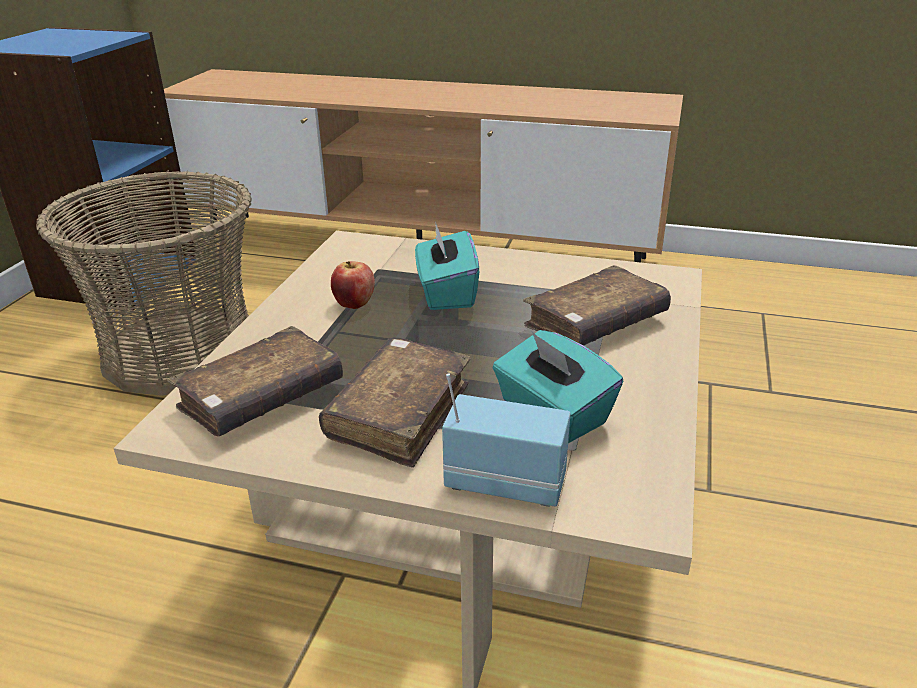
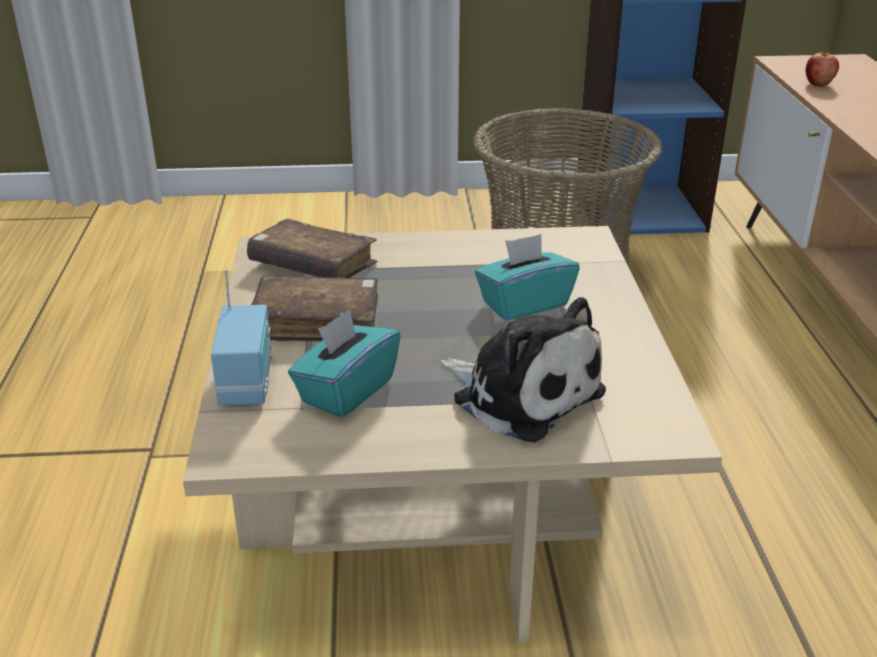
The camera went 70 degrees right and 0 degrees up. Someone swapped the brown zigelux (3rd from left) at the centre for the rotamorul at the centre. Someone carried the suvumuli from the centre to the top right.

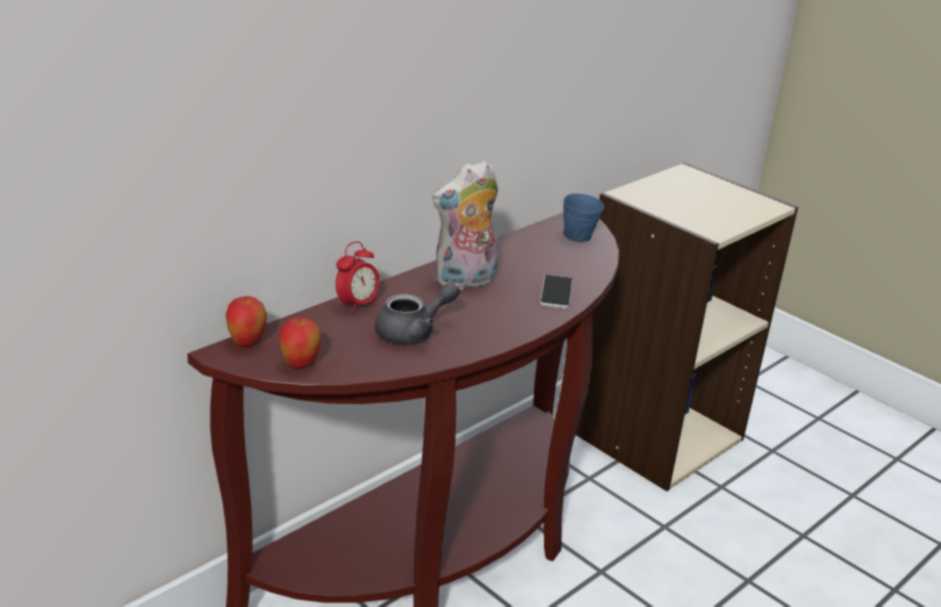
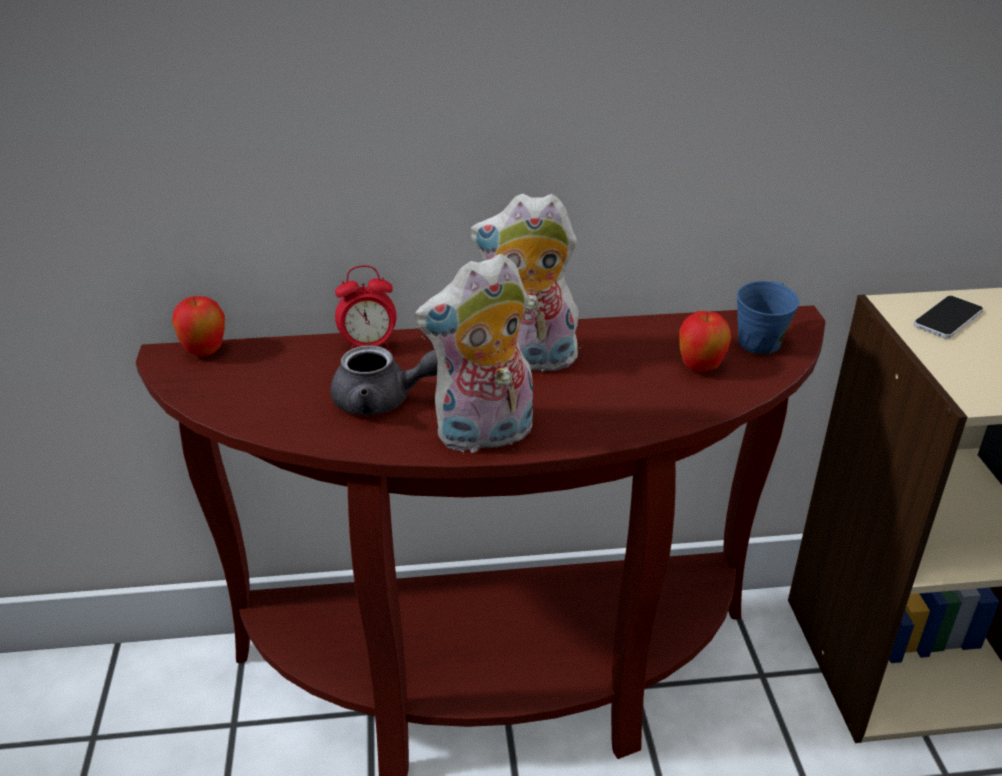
The camera went 40 degrees right and 5 degrees up. Someone put down the rotamorul (1st from left) at the centre. Someone carried the suvumuli (2nd from left) from the middle left to the middle right. Someone carried the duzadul from the centre to the middle right.

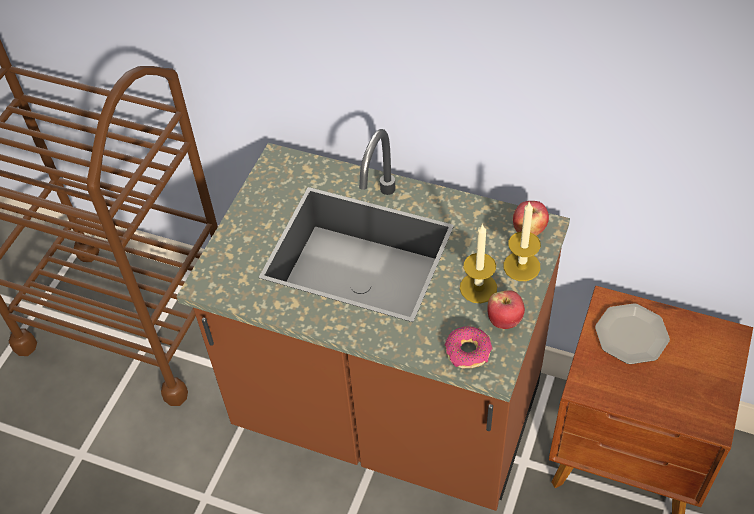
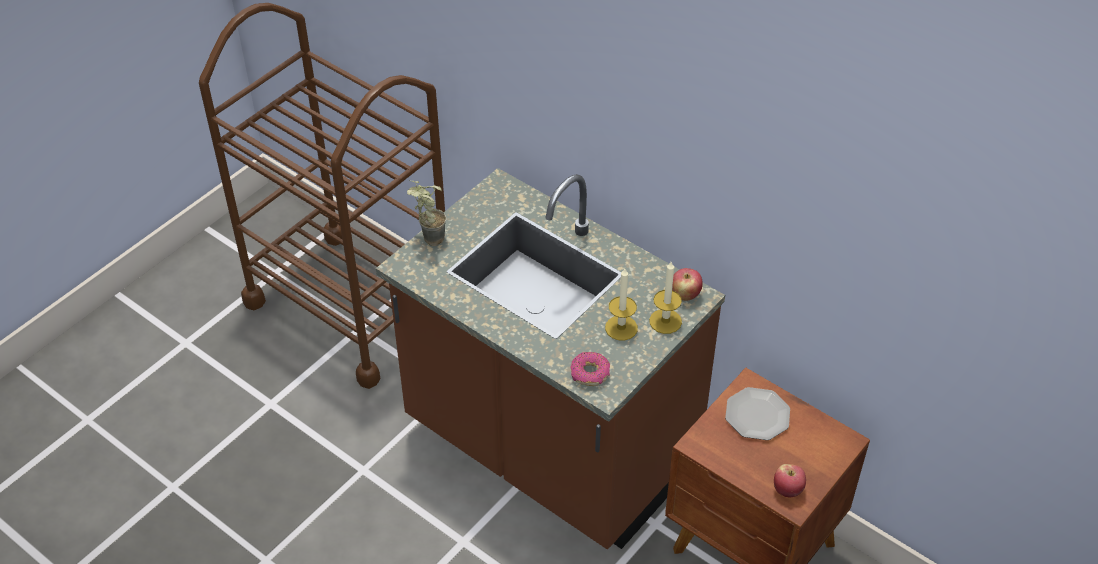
The camera went 15 degrees right and 5 degrees down. Someone put down the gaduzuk at the centre. Someone carried the suvumuli (1st from left in the first image) from the middle right to the bottom right.

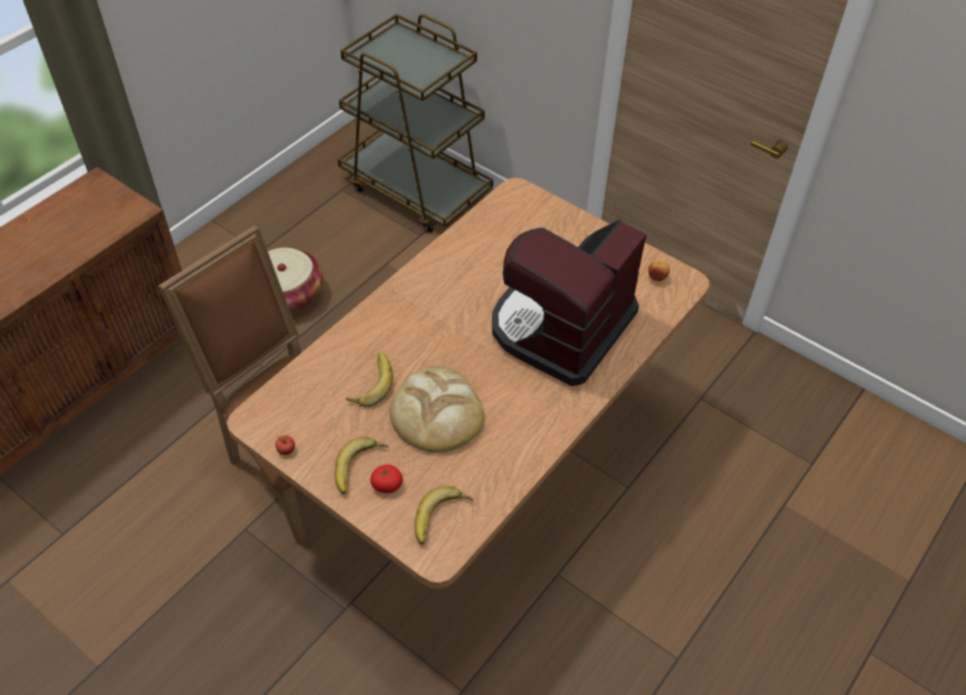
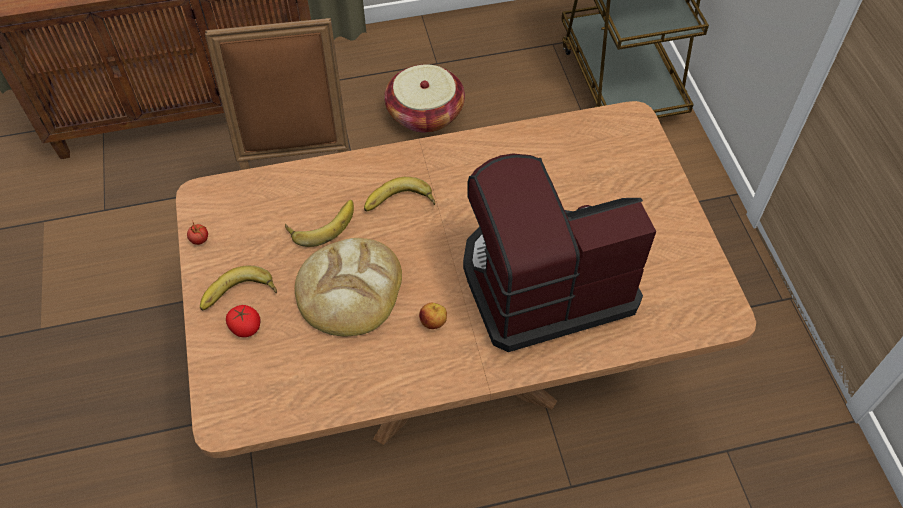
The camera went 40 degrees right and 5 degrees up. Someone carried the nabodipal (3rd from left) from the bottom centre to the centre. Someone carried the suvumuli from the middle right to the centre.

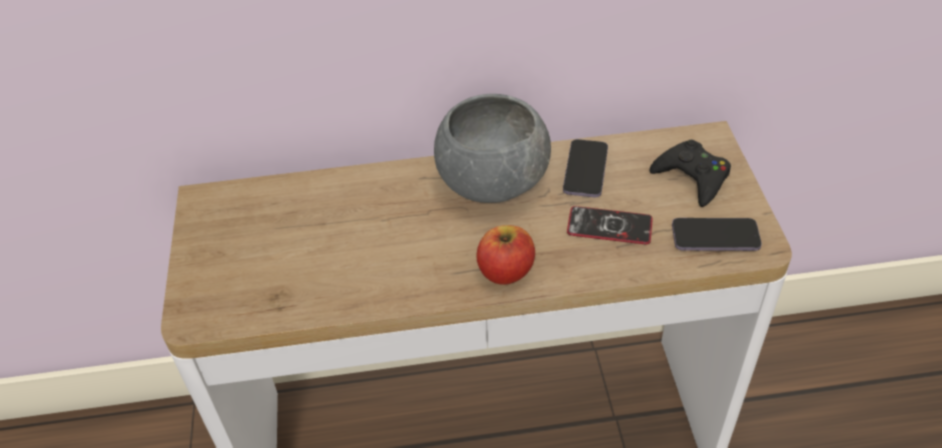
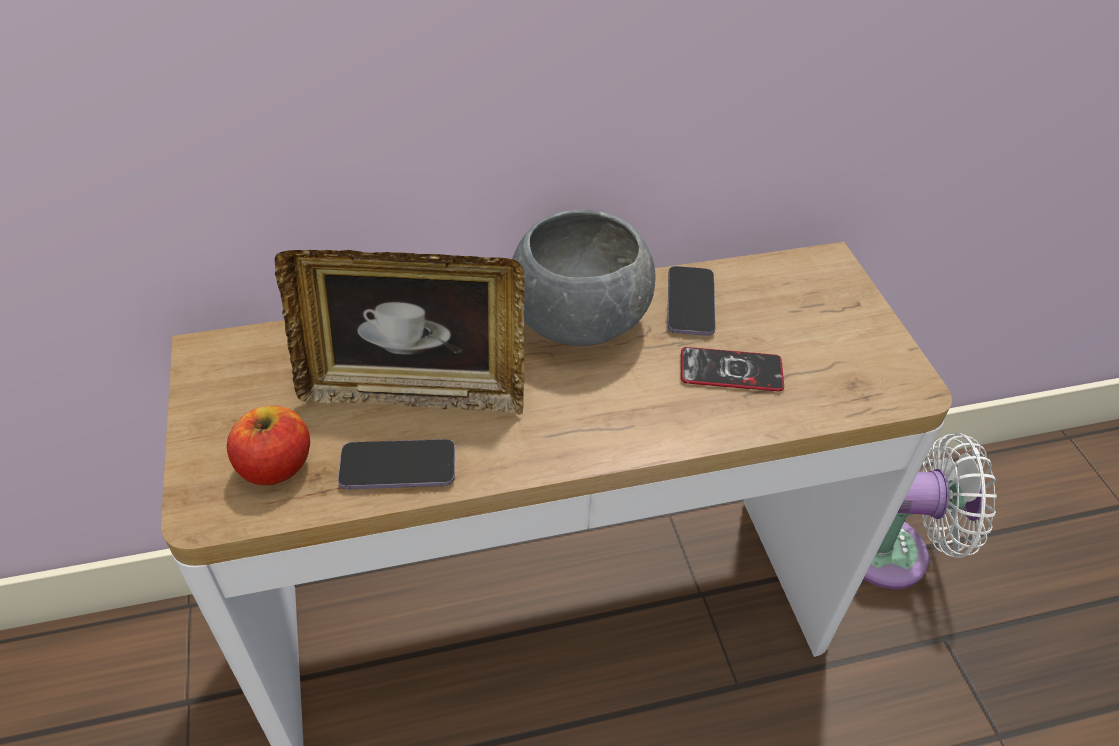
The camera went 10 degrees left and 0 degrees up. Someone carried the suvumuli from the centre to the middle left. Someone put down the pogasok at the centre. Someone carried the duzadul (3rd from left in the first image) from the middle right to the centre. Someone put down the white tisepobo at the bottom right. Someone took away the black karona at the middle right.

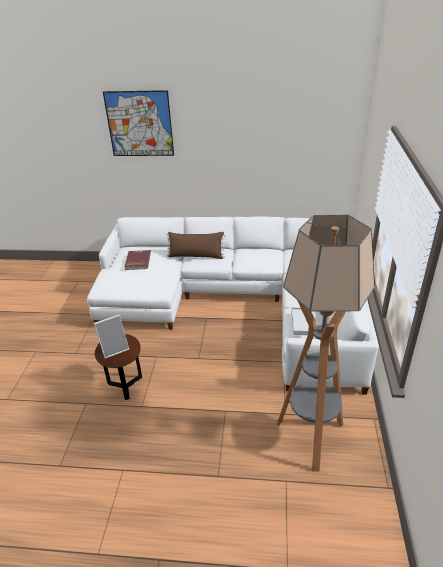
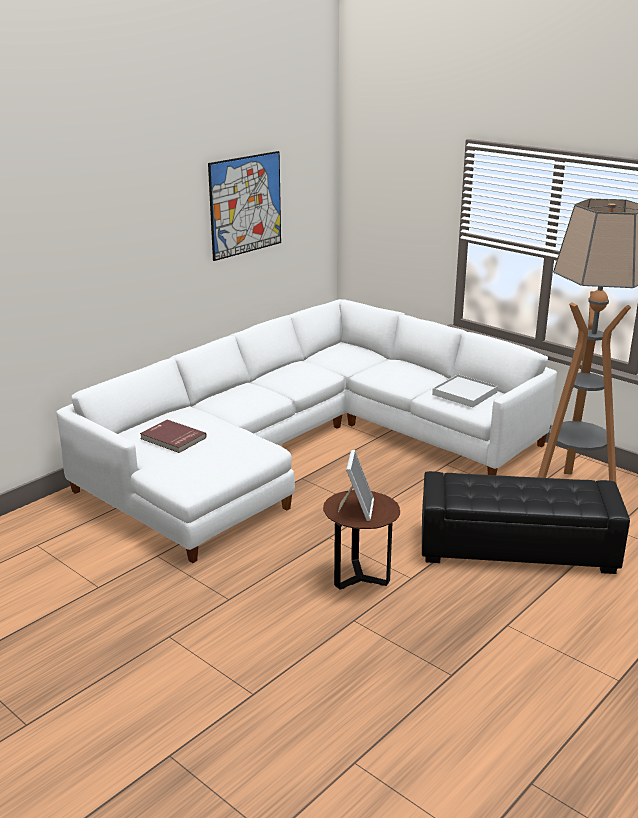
The camera went 55 degrees left and 10 degrees down. Someone carried the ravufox from the top left to the top centre. Someone put down the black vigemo at the middle right. Someone took away the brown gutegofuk at the centre.

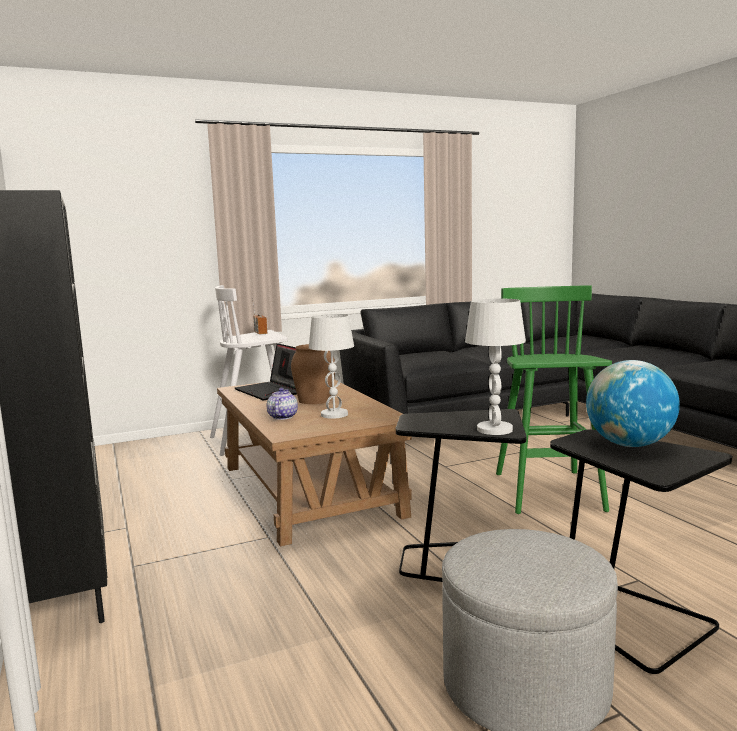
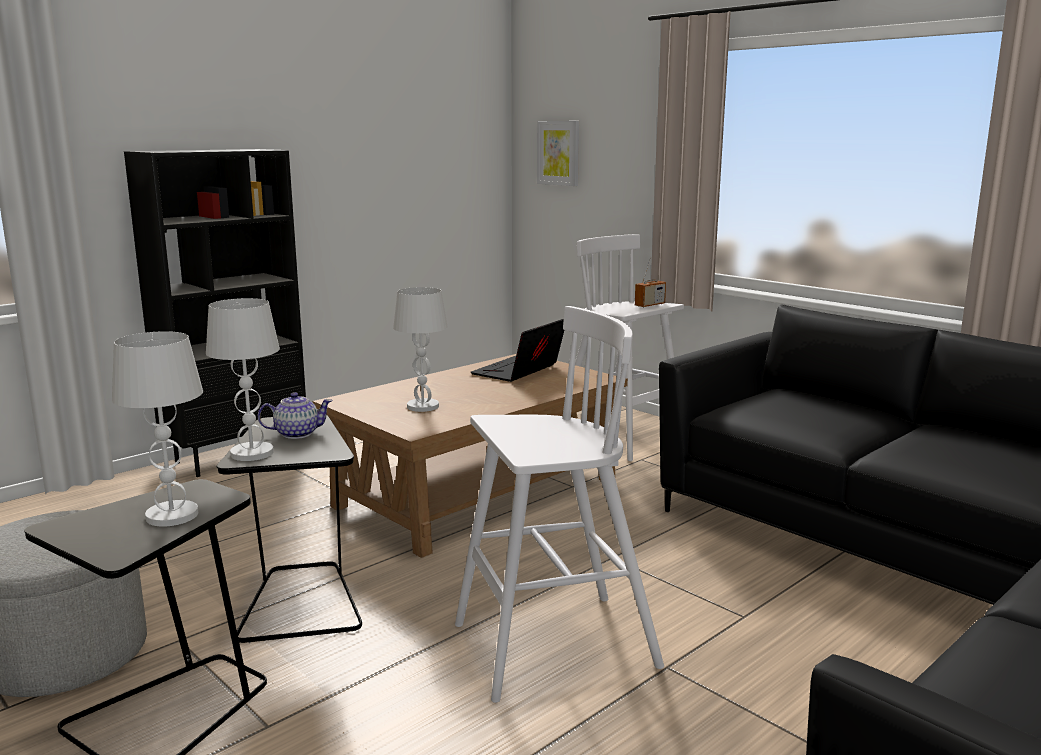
The camera went 70 degrees right and 5 degrees up. Someone swapped the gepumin at the middle right for the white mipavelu (1st from left) at the middle left. Someone carried the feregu from the centre to the middle left. Someone repainted the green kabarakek at the middle right, which became the white kabarakek (1st from left) at the bottom centre. Someone put up the ravufox at the top centre. Someone took away the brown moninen at the centre.

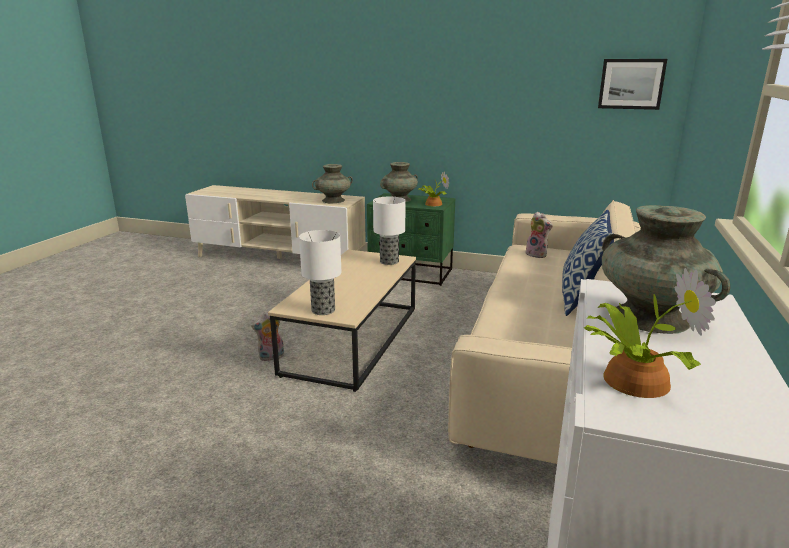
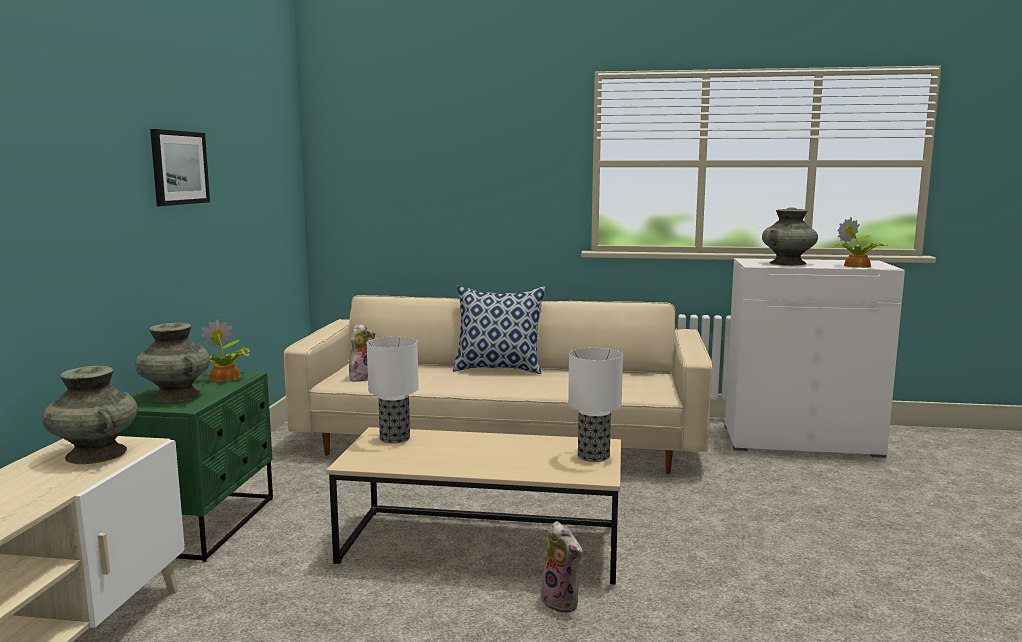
The camera went 100 degrees left and 10 degrees down. Someone carried the ravufox from the top right to the top left.

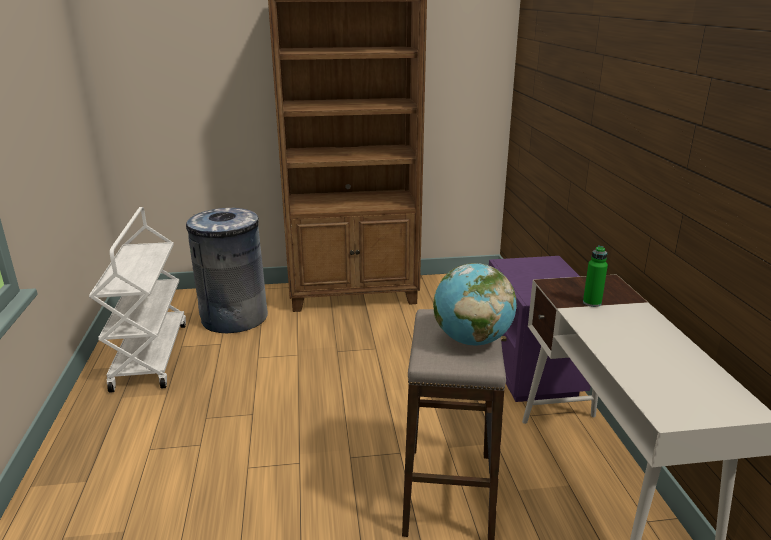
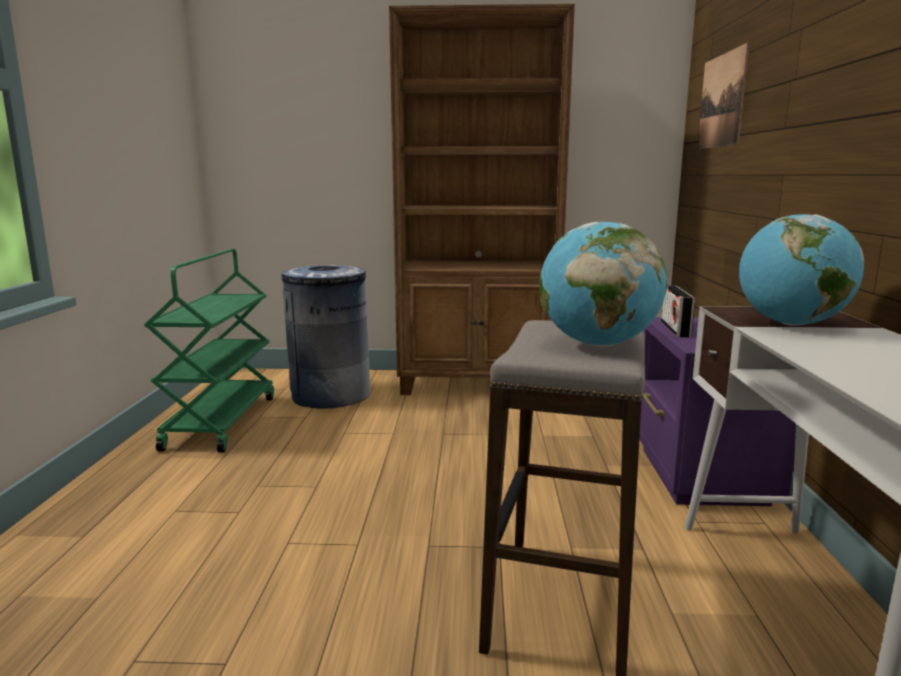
The camera went 10 degrees right and 10 degrees down. Someone repainted the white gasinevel at the middle left, which became the green gasinevel at the middle left. Someone put down the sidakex at the middle right. Someone put up the ravufox at the top right. Someone swapped the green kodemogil at the middle right for the gepumin (2nd from left) at the middle right.

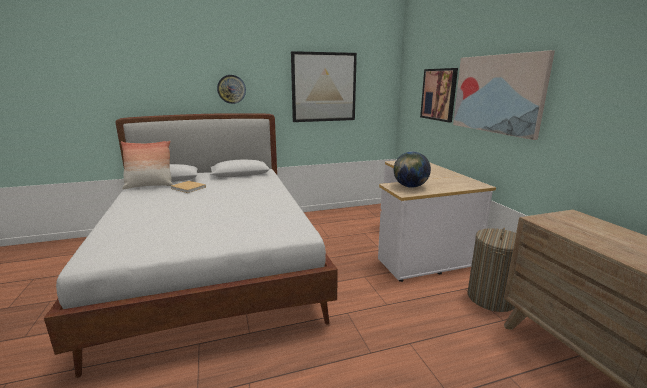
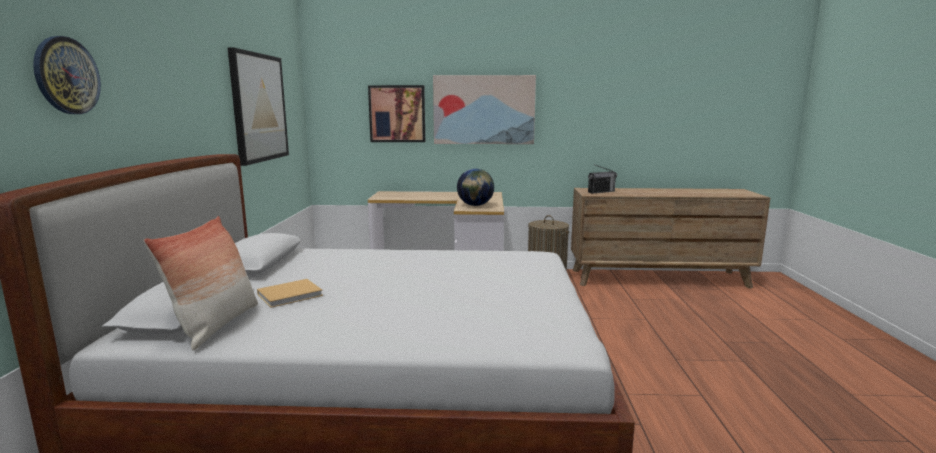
The camera went 70 degrees left and 5 degrees down. Someone carried the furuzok from the top centre to the top left. Someone put down the sidakex at the centre.

